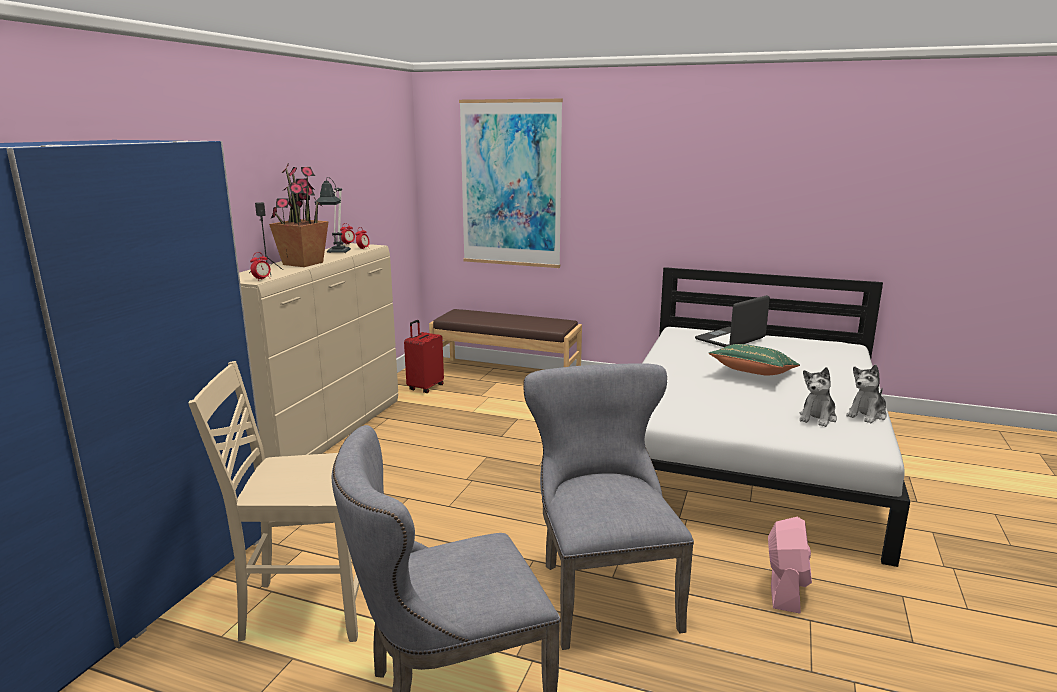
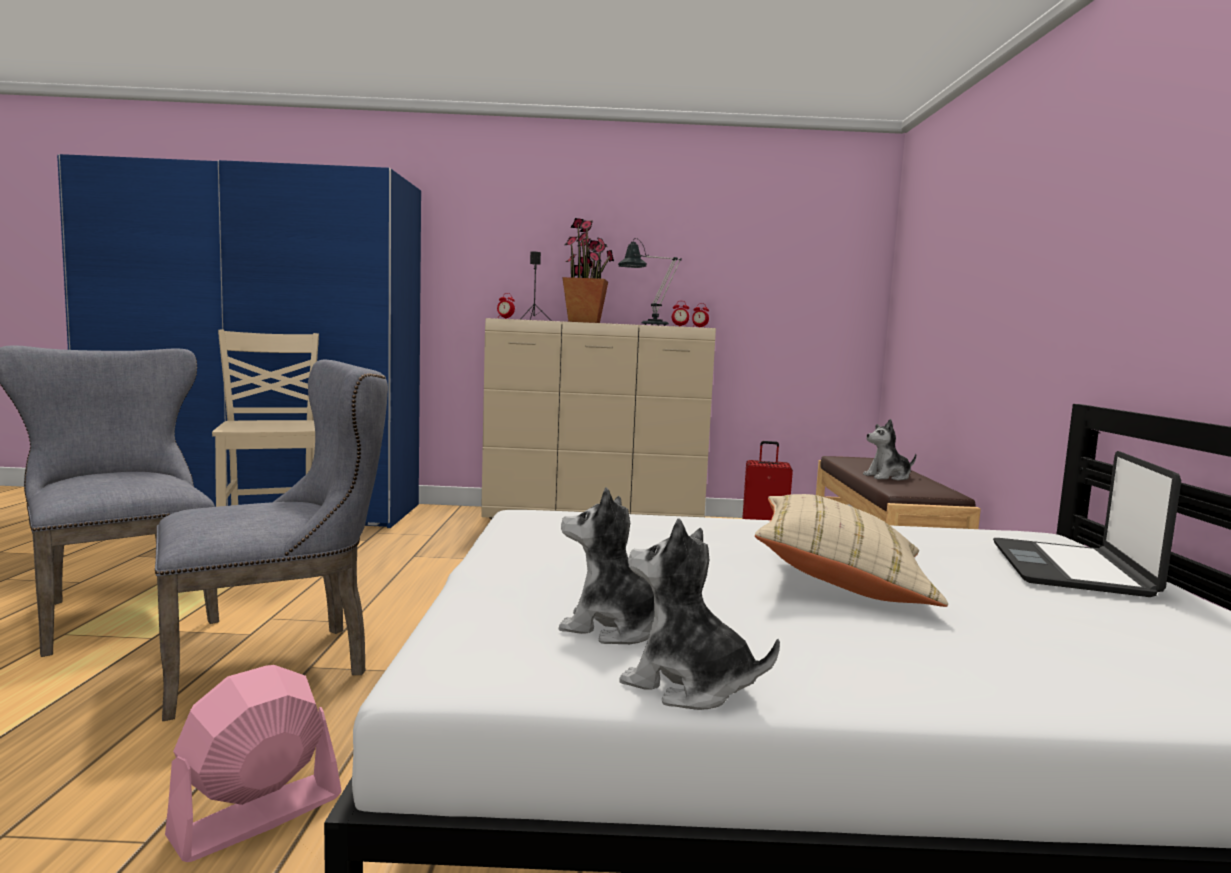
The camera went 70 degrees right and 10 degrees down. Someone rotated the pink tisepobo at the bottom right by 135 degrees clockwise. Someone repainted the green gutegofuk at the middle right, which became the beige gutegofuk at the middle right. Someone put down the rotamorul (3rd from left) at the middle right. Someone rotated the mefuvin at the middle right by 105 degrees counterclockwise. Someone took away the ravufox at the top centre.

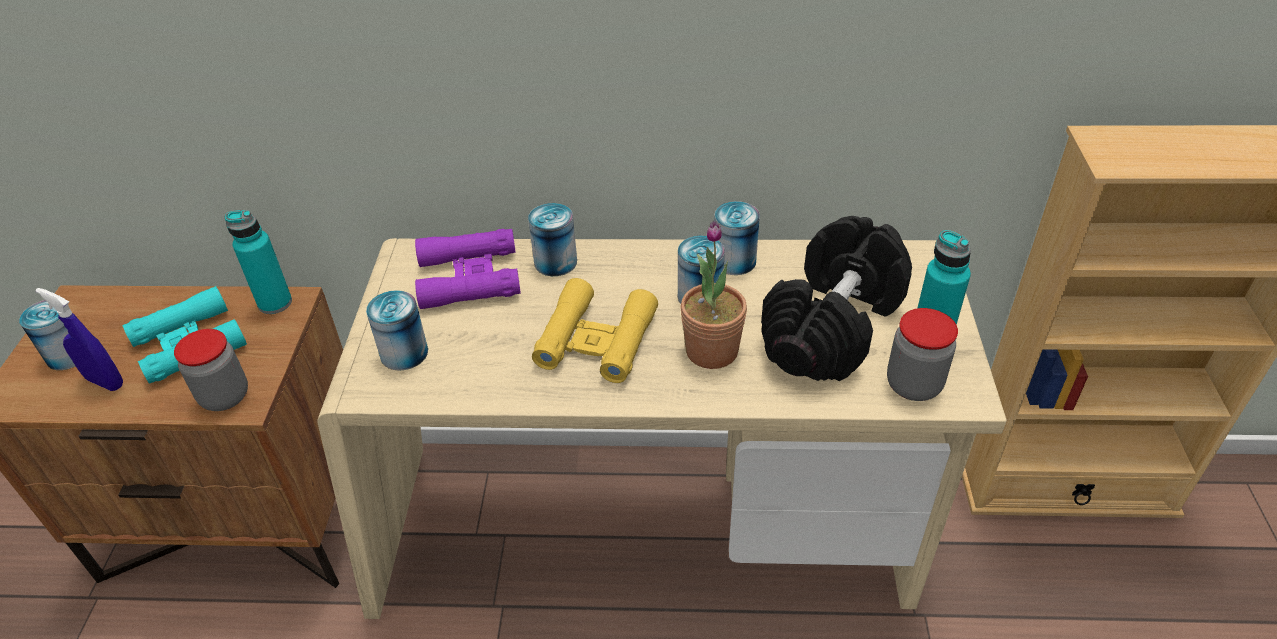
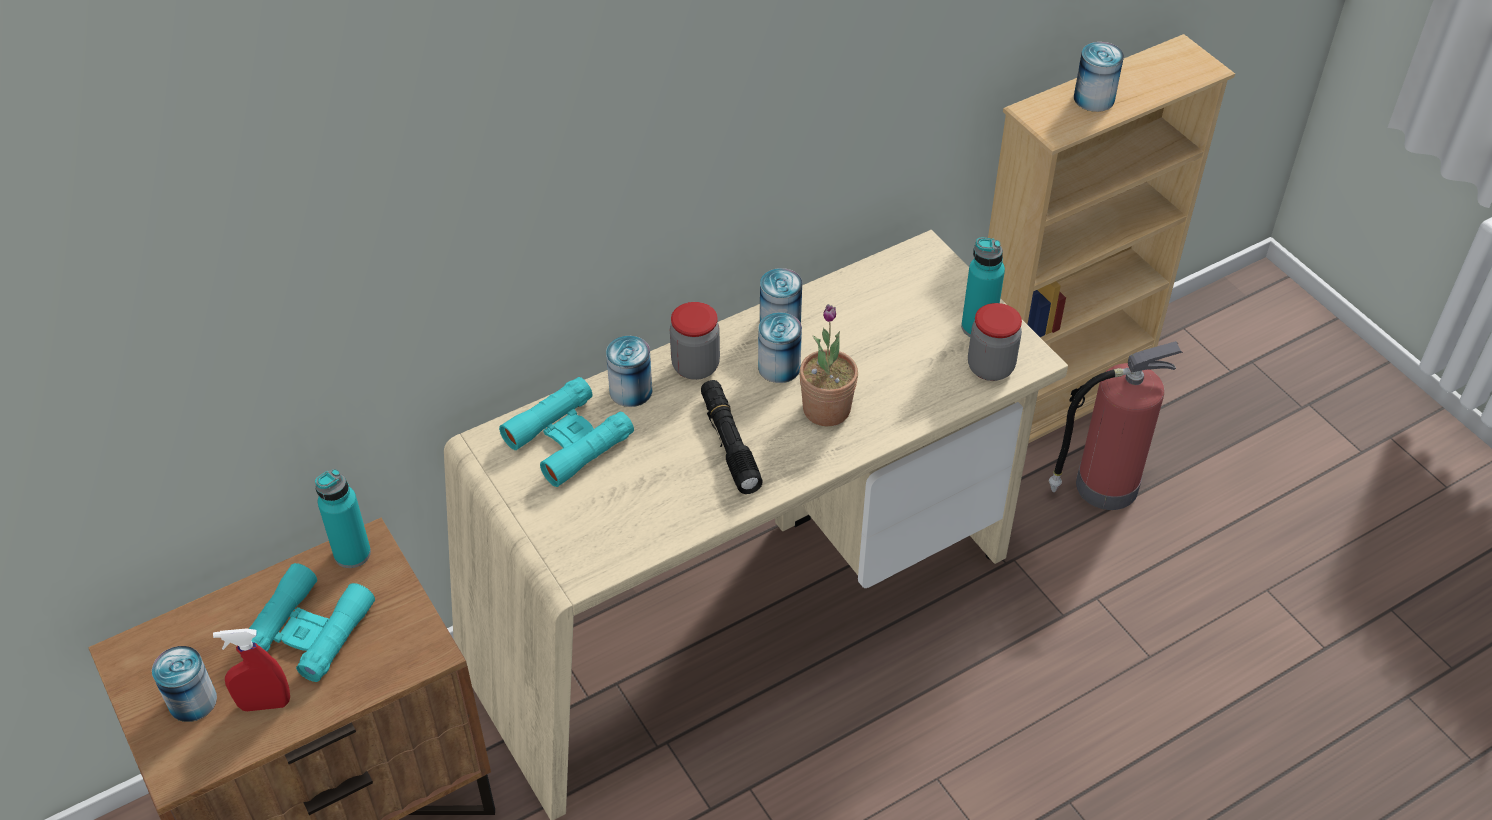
The camera went 35 degrees left and 5 degrees up. Someone repainted the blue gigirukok at the middle left, which became the red gigirukok at the bottom left. Someone repainted the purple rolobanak at the centre, which became the turquoise rolobanak (2nd from left) at the centre. Someone carried the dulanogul (1st from left) from the middle left to the centre. Someone swapped the yellow rolobanak at the centre for the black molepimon at the centre. Someone put down the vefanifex at the middle right. Someone carried the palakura (2nd from left in the first image) from the middle left to the top right. Someone took away the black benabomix at the centre.

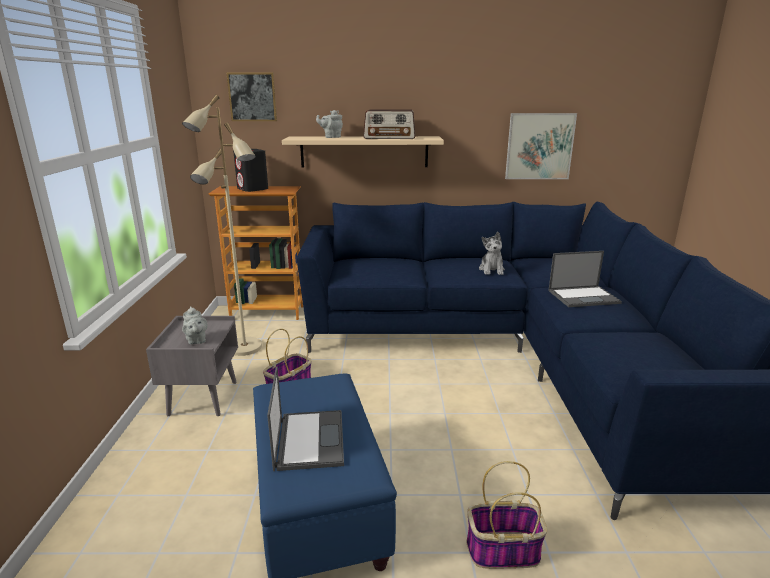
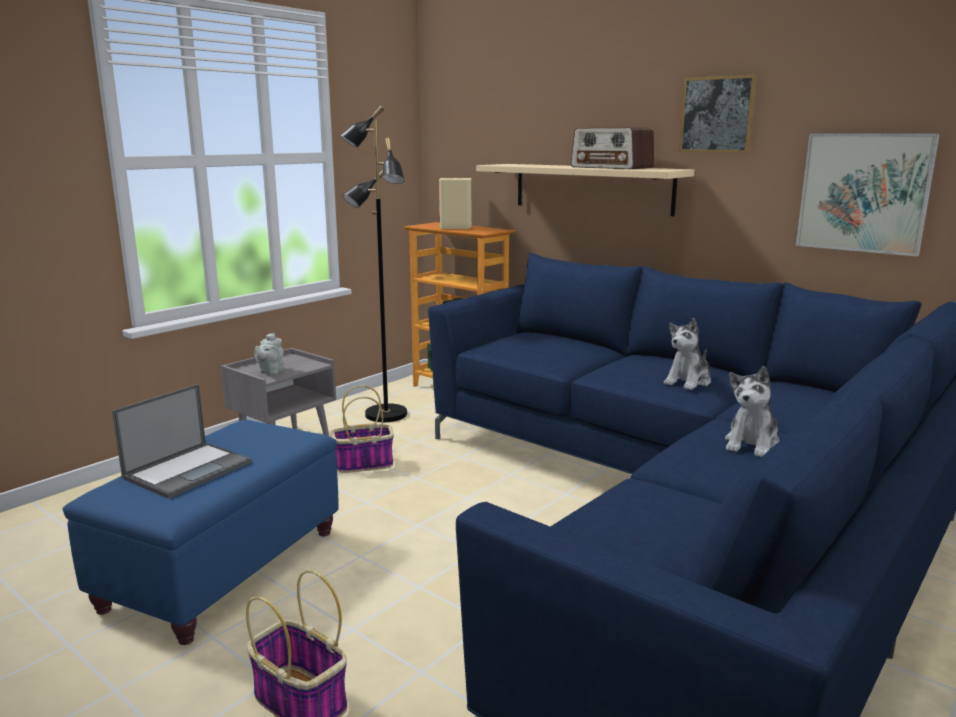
The camera went 40 degrees right and 5 degrees down. Someone repainted the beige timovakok at the middle left, which became the black timovakok at the centre. Someone repainted the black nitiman at the top left, which became the beige nitiman at the top centre. Someone carried the ravufox (1st from left) from the top left to the top right. Someone swapped the mefuvin (2nd from left) at the middle right for the rotamorul (2nd from left) at the middle right. Someone took away the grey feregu (2nd from left) at the top centre.

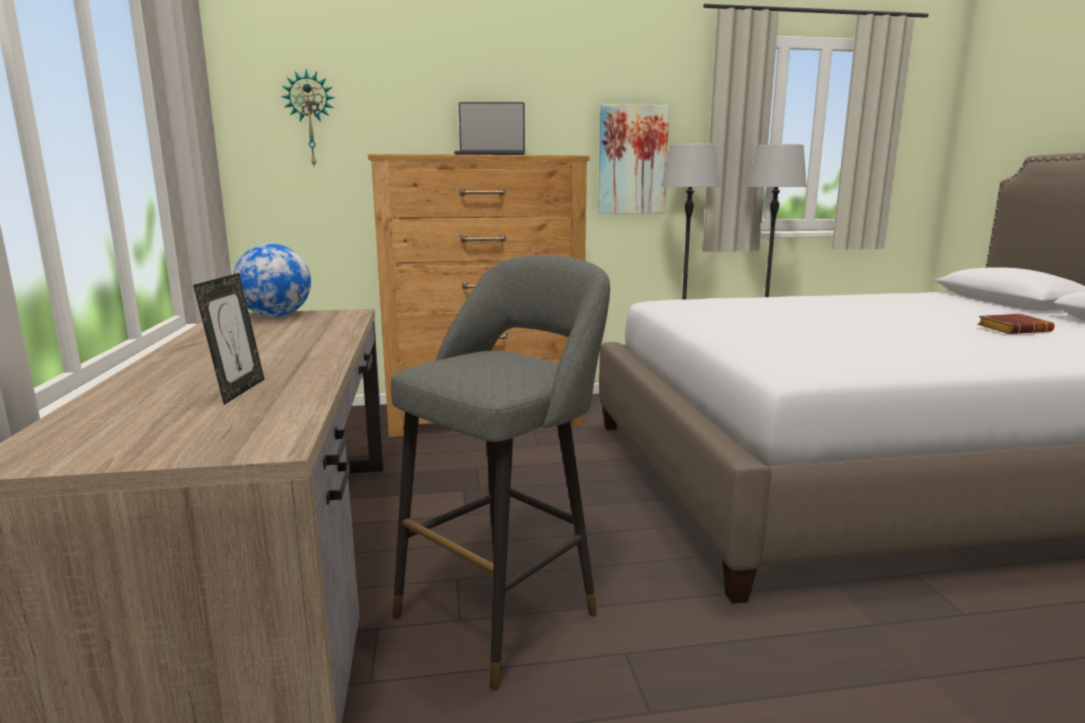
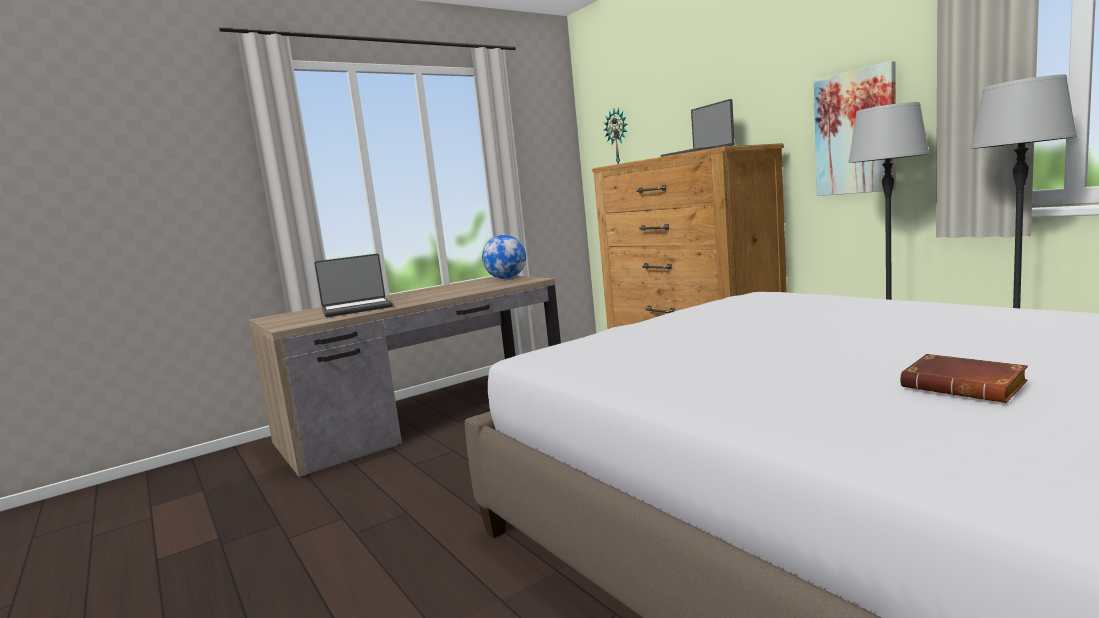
The camera went 65 degrees right and 5 degrees down. Someone swapped the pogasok at the middle left for the mefuvin (1st from left) at the middle left. Someone took away the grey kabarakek at the centre.

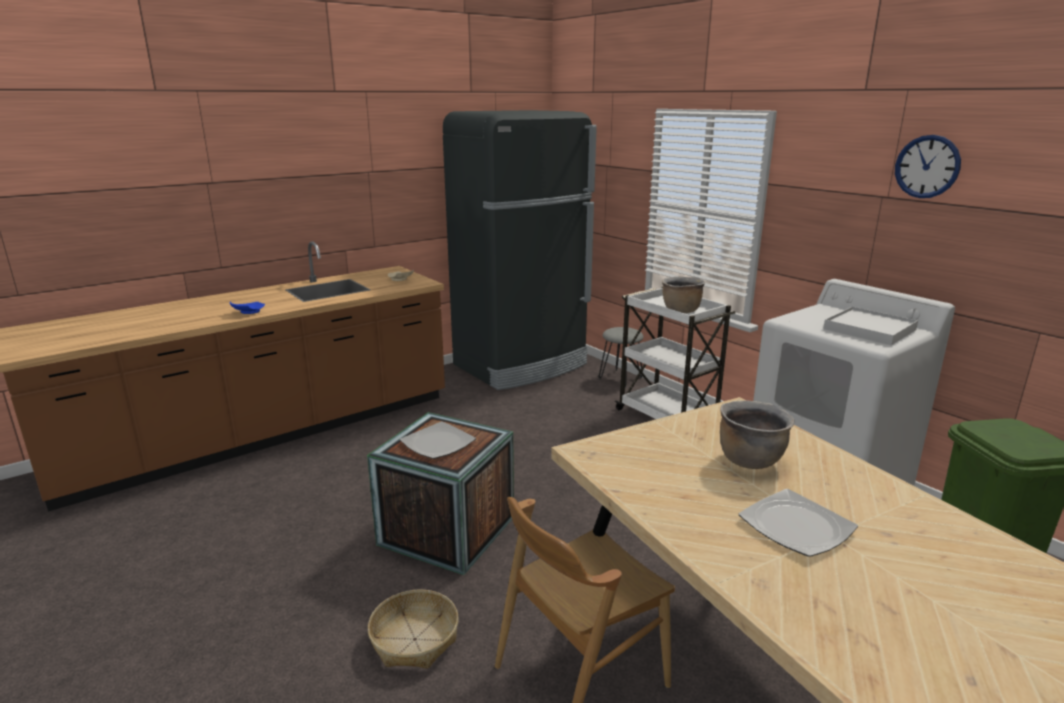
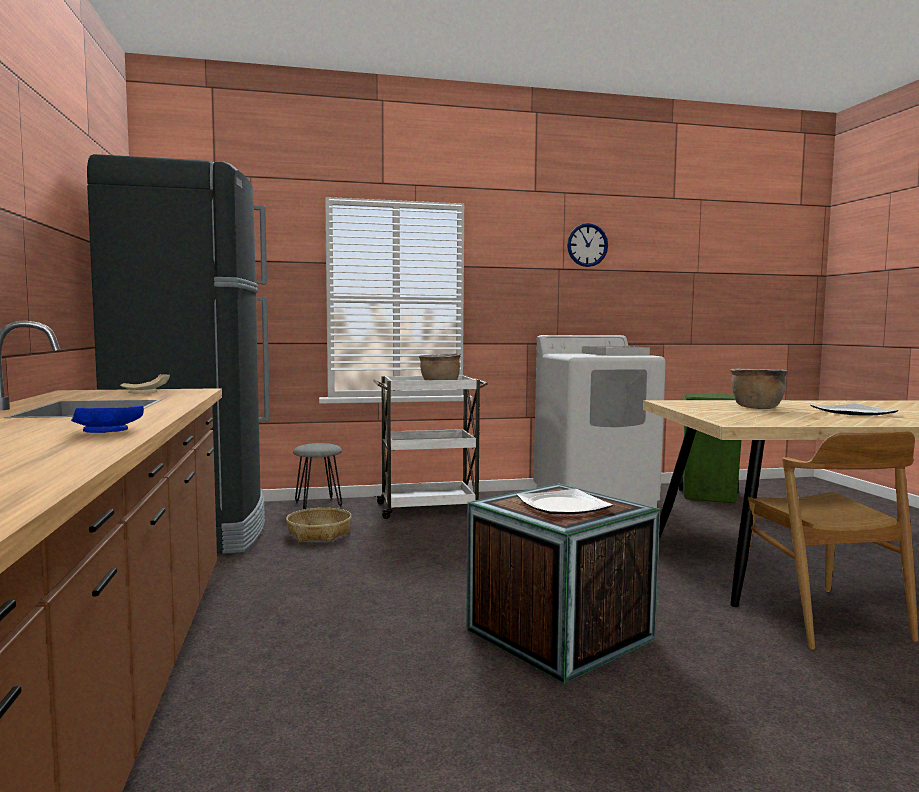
The camera went 65 degrees left and 15 degrees down. Someone carried the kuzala from the bottom centre to the centre.

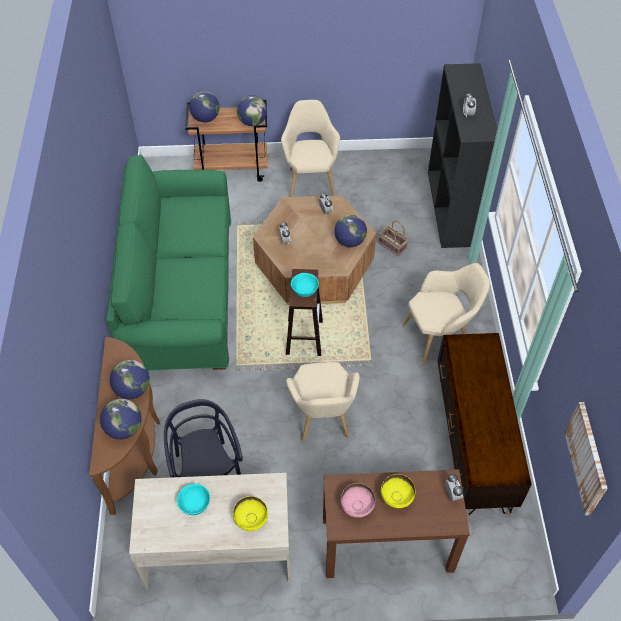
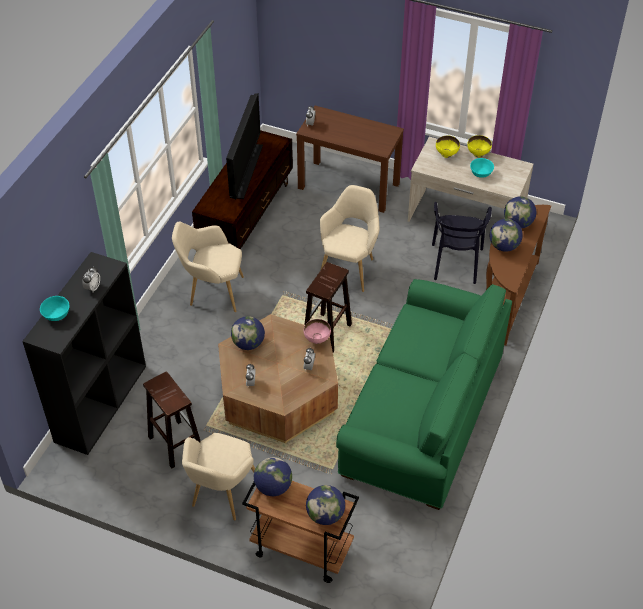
The camera went 155 degrees left and 5 degrees down. Someone carried the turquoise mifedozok (2nd from left in the first image) from the centre to the middle left. Someone put down the brown kabarakek (1st from left) at the bottom left. Someone put down the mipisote at the top centre. Someone carried the pink mifedozok from the bottom centre to the centre. Someone carried the yellow mifedozok (2nd from left) from the bottom centre to the top right. Someone took away the kuzala at the centre. Someone took away the ravufox at the bottom right.

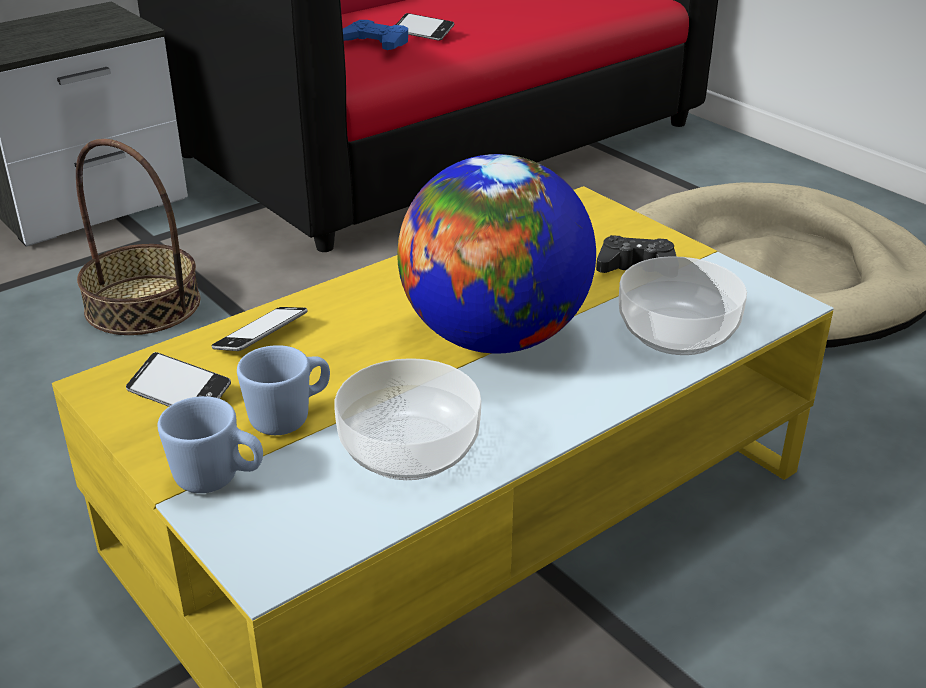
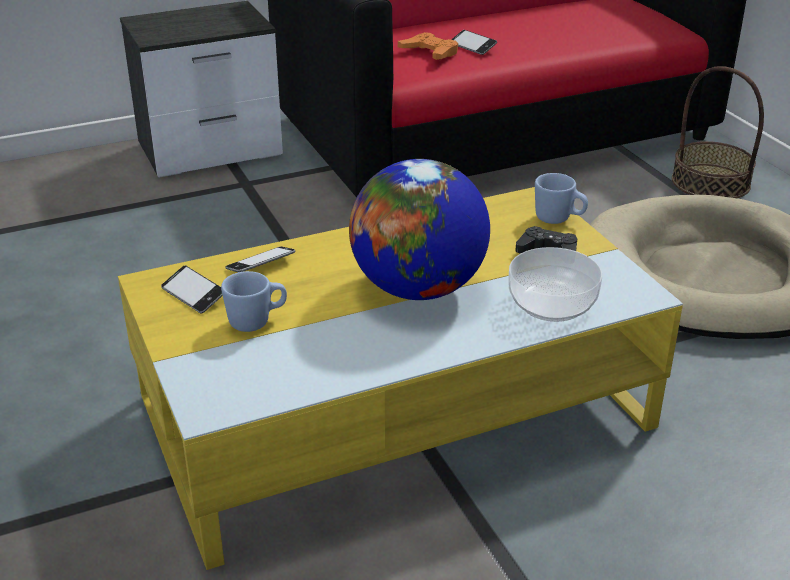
The camera went 15 degrees right and 0 degrees up. Someone repainted the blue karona at the top centre, which became the orange karona at the top centre. Someone carried the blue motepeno (1st from left in the first image) from the middle left to the middle right. Someone carried the kuzala from the middle left to the top right. Someone took away the mifedozok (1st from left) at the centre.

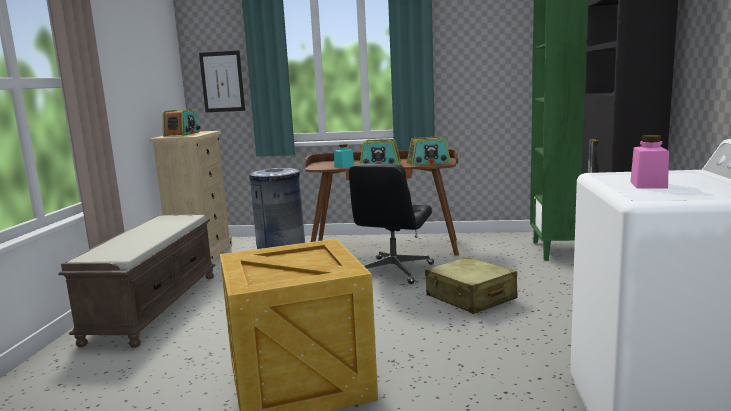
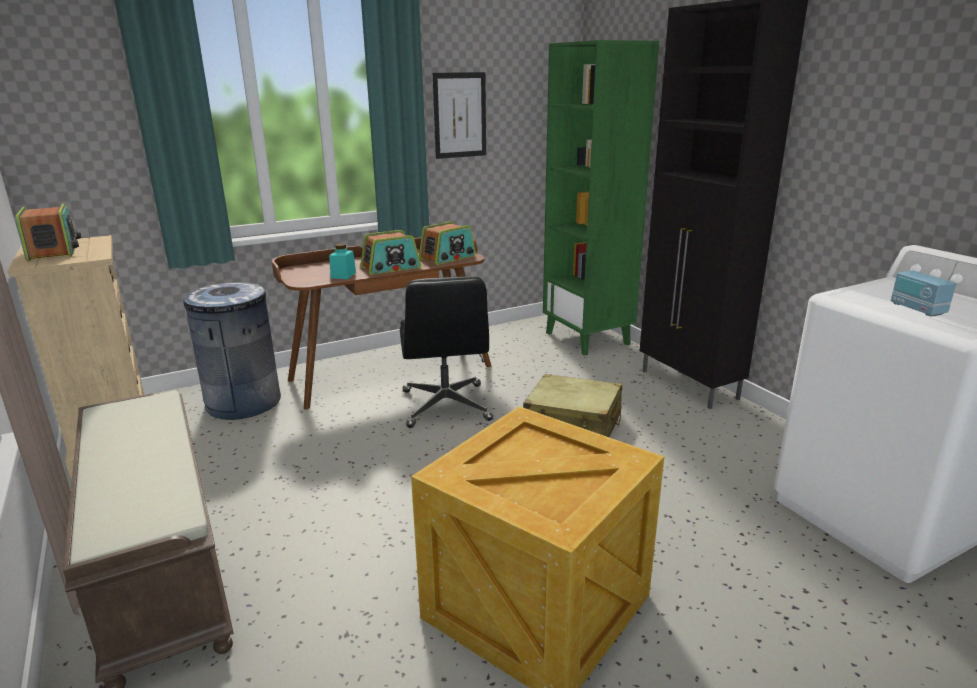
The camera went 35 degrees left and 10 degrees up. Someone carried the ravufox from the top left to the top centre. Someone swapped the pink dulanogul at the middle right for the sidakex (4th from left) at the middle right.

